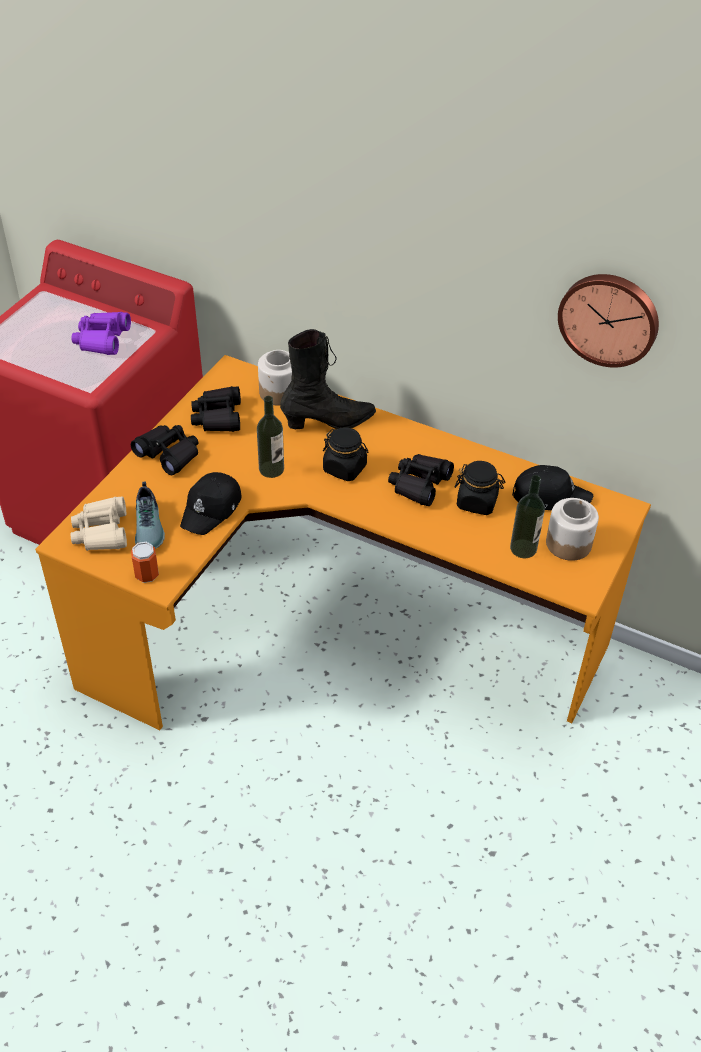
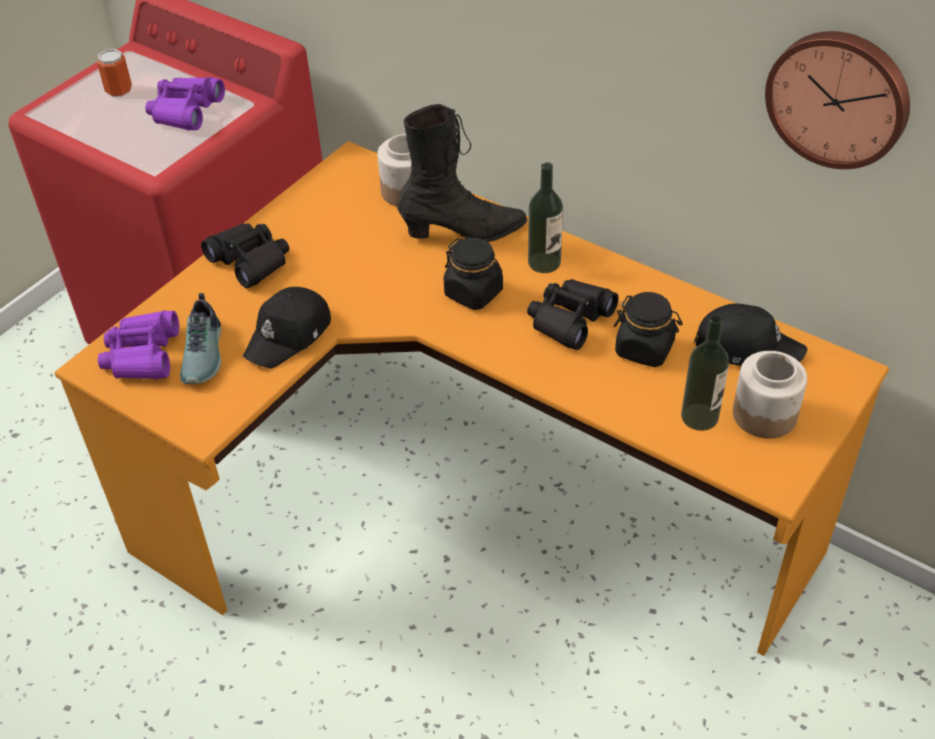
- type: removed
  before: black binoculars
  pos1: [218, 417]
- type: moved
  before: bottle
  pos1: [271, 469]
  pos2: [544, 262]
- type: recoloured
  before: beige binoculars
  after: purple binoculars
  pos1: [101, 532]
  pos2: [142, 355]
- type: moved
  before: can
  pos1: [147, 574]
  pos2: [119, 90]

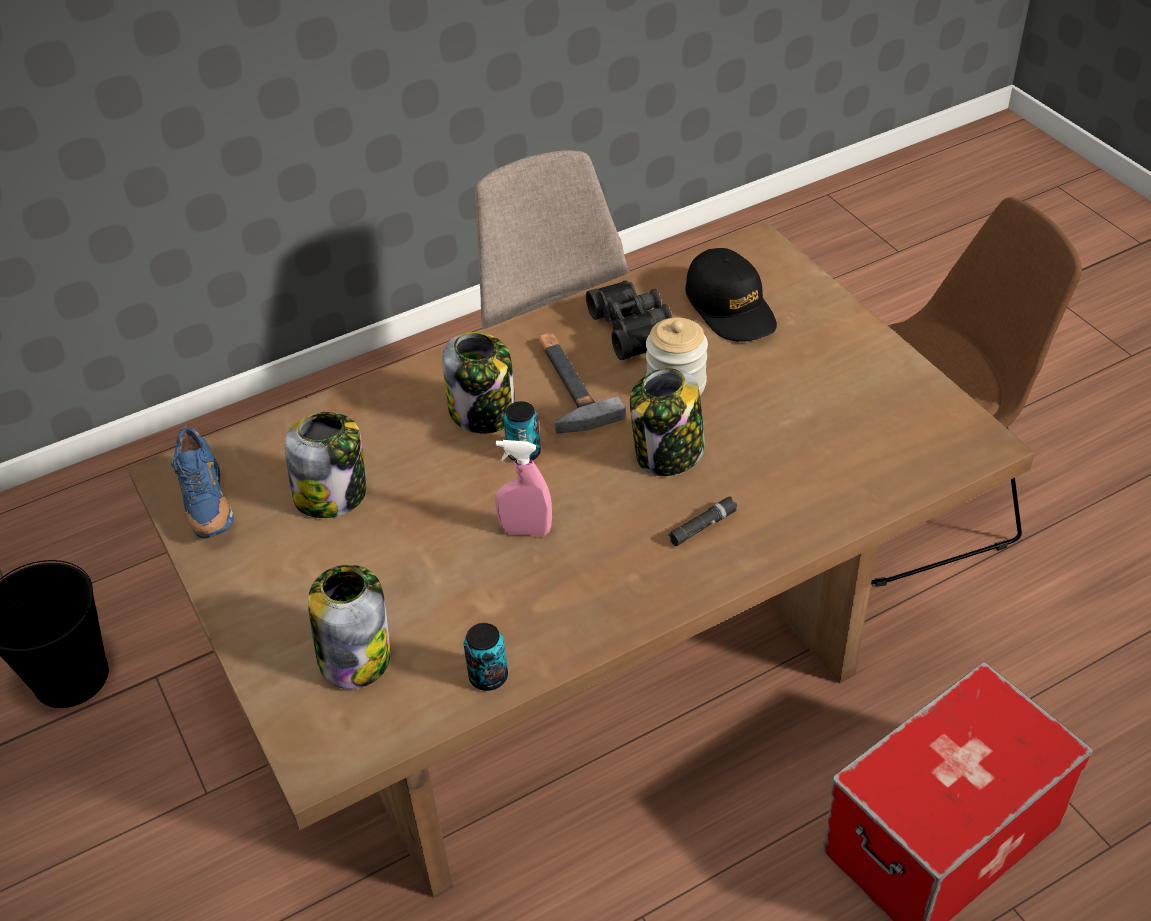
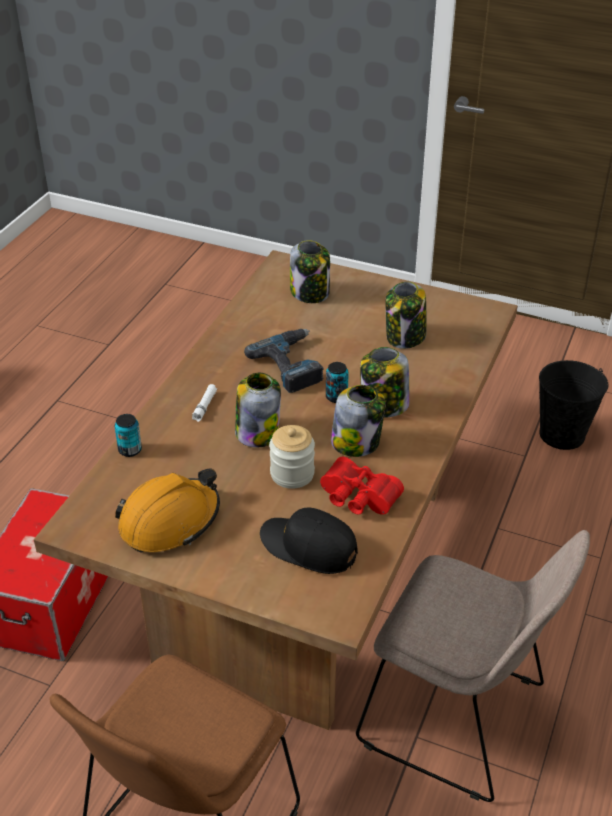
- type: recoloured
  before: black binoculars
  after: red binoculars
  pos1: [633, 328]
  pos2: [357, 498]
- type: replaced
  before: hammer
  after: jar
  pos1: [566, 385]
  pos2: [356, 442]
- type: removed
  before: blue shoe
  pos1: [208, 507]
- type: replaced
  before: pink spray bottle
  after: power drill
  pos1: [526, 531]
  pos2: [292, 365]
- type: recoloured
  before: black flashlight
  after: white flashlight
  pos1: [703, 526]
  pos2: [205, 406]
- type: moved
  before: can
  pos1: [488, 677]
  pos2: [130, 450]
- type: added
  after: orange hard hat
  pos2: [170, 521]

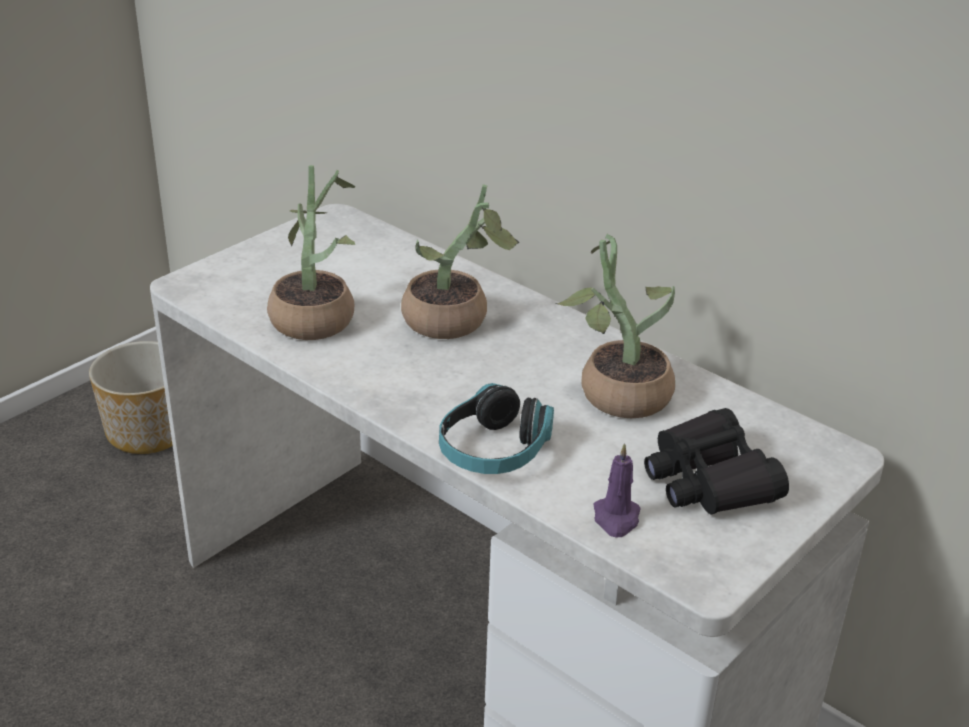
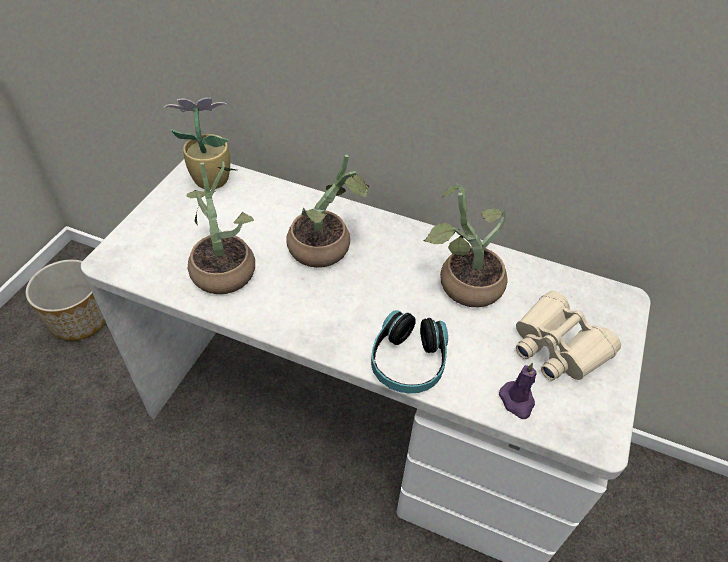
- type: recoloured
  before: black binoculars
  after: beige binoculars
  pos1: [709, 480]
  pos2: [557, 346]
- type: added
  after: potted plant
  pos2: [209, 179]

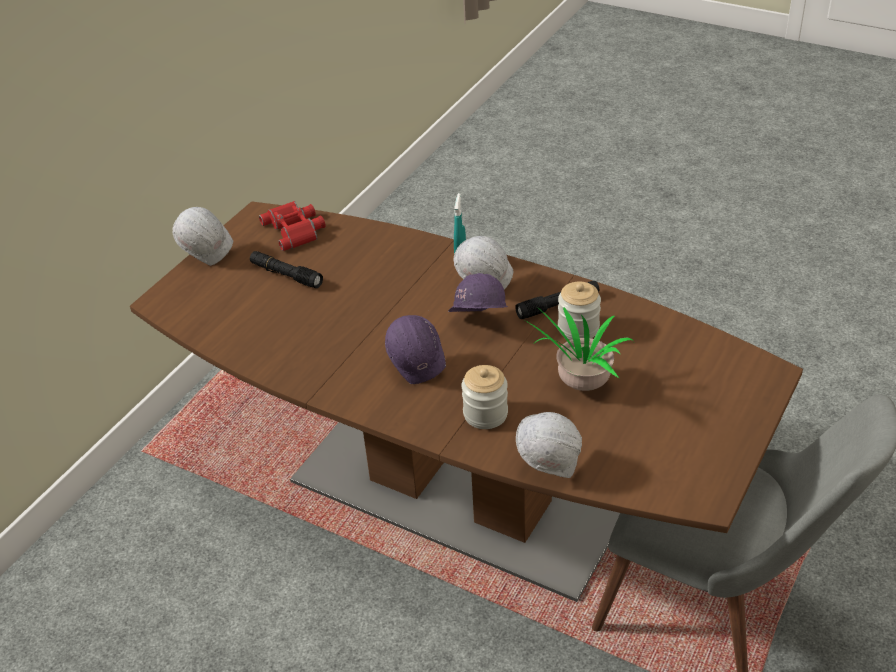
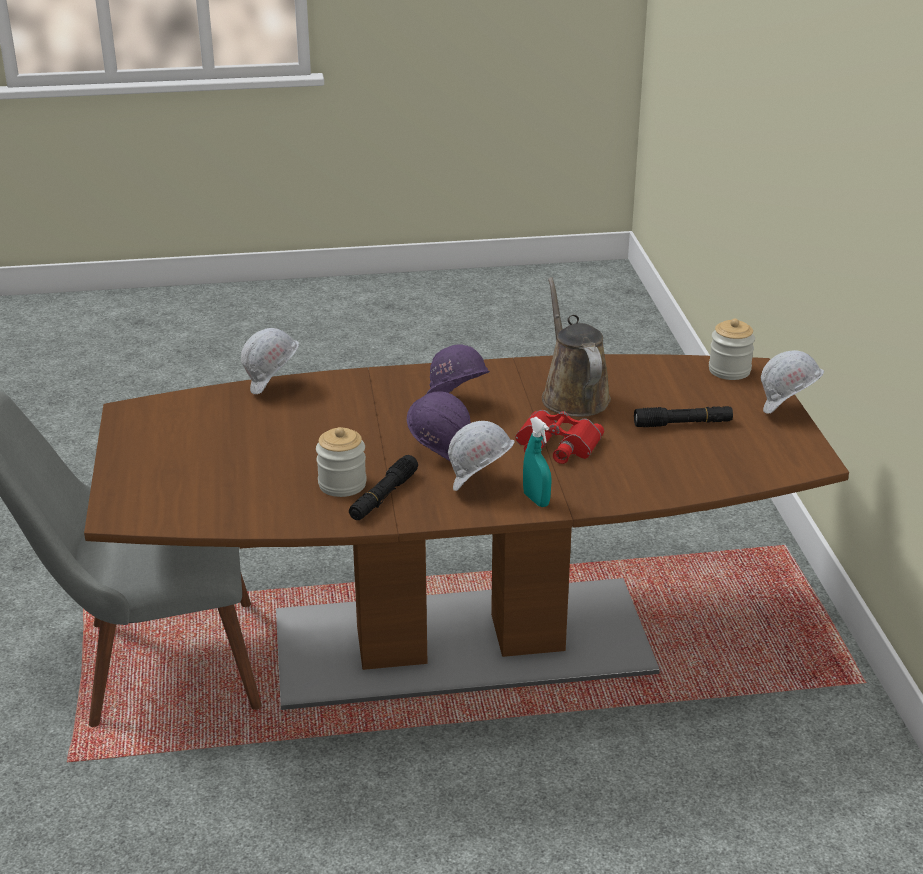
- type: moved
  before: red binoculars
  pos1: [296, 229]
  pos2: [556, 445]
- type: removed
  before: potted plant
  pos1: [580, 386]
- type: moved
  before: jar
  pos1: [485, 414]
  pos2: [729, 370]
- type: added
  after: brown watering can
  pos2: [573, 395]

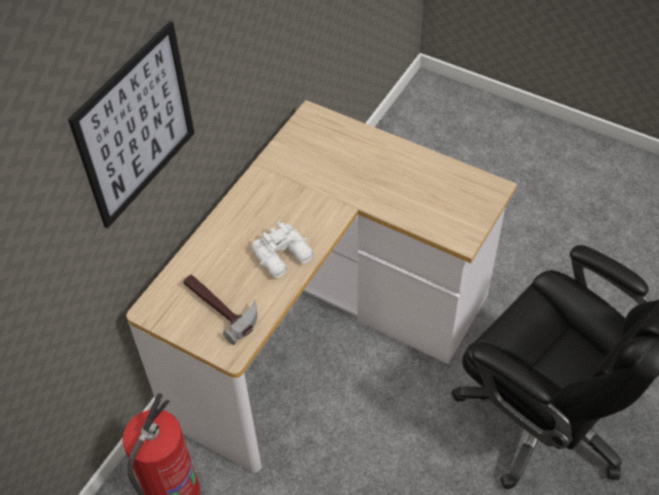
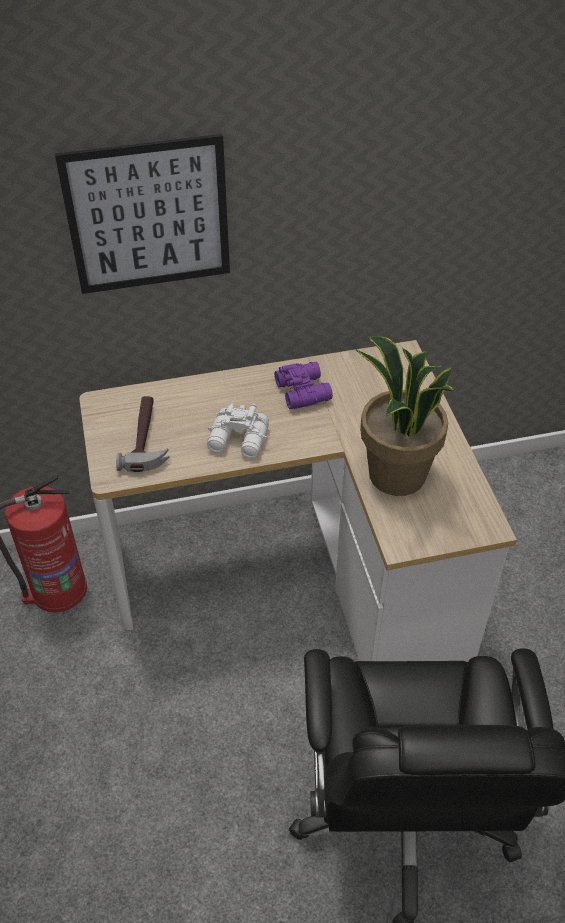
- type: added
  after: potted plant
  pos2: [396, 475]
- type: added
  after: purple binoculars
  pos2: [304, 390]

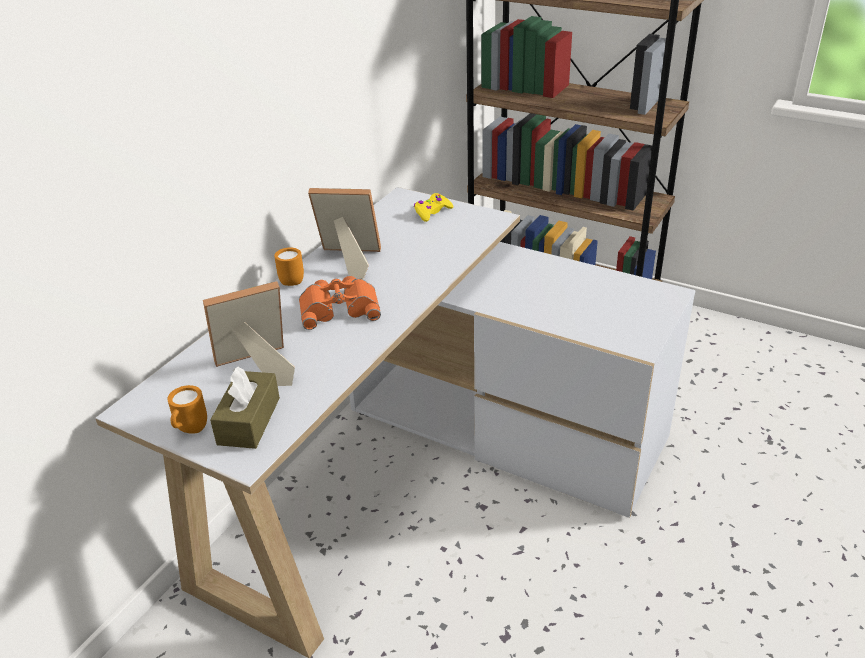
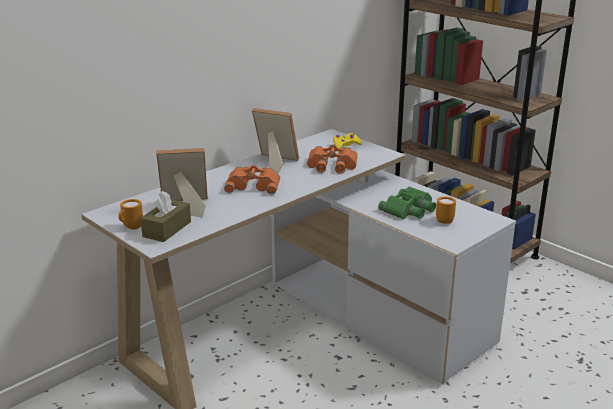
- type: moved
  before: orange mug
  pos1: [292, 280]
  pos2: [444, 220]
- type: added
  after: orange binoculars
  pos2: [331, 165]
- type: added
  after: green binoculars
  pos2: [410, 209]

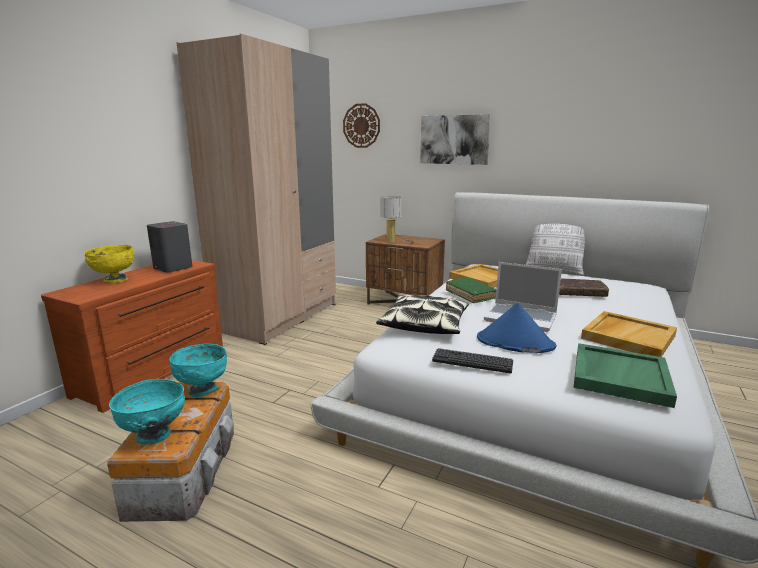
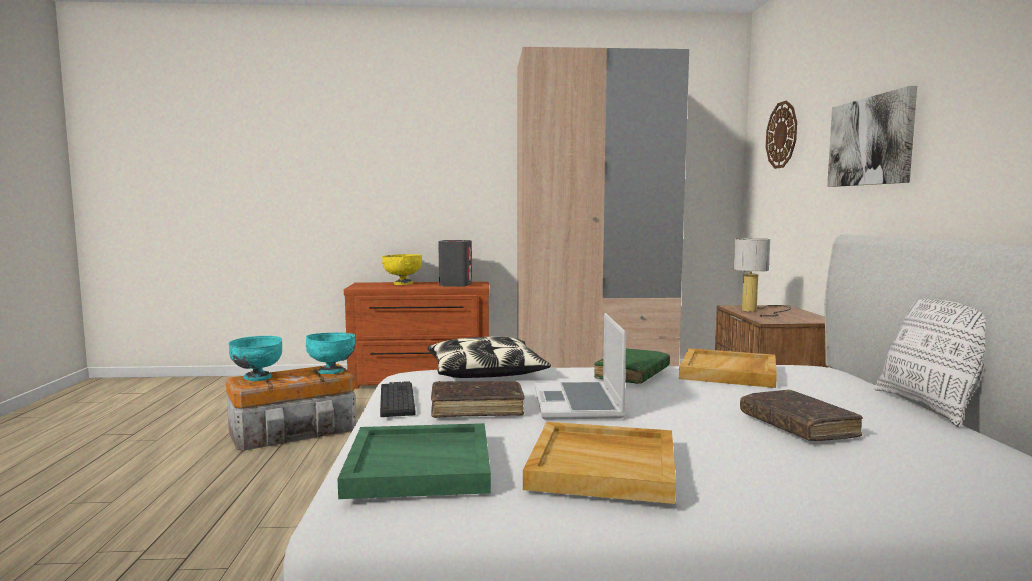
- type: replaced
  before: blue hat
  after: brown book
  pos1: [514, 342]
  pos2: [477, 408]

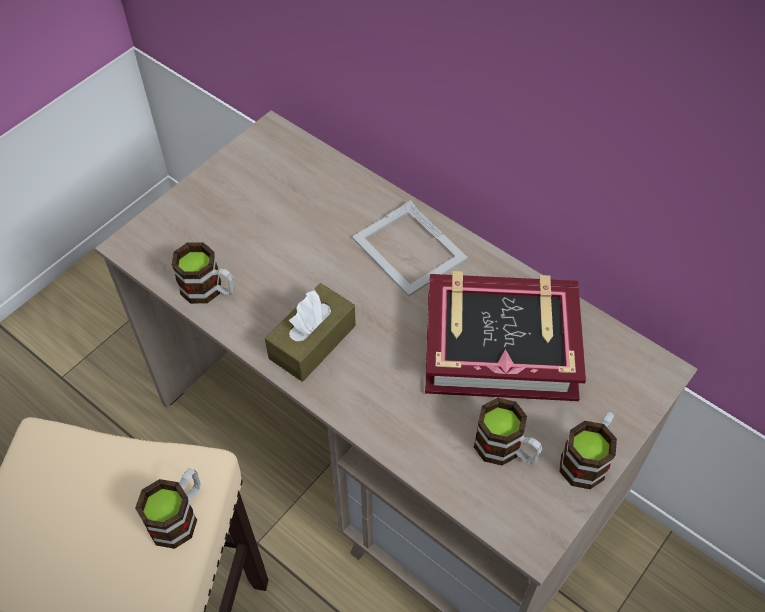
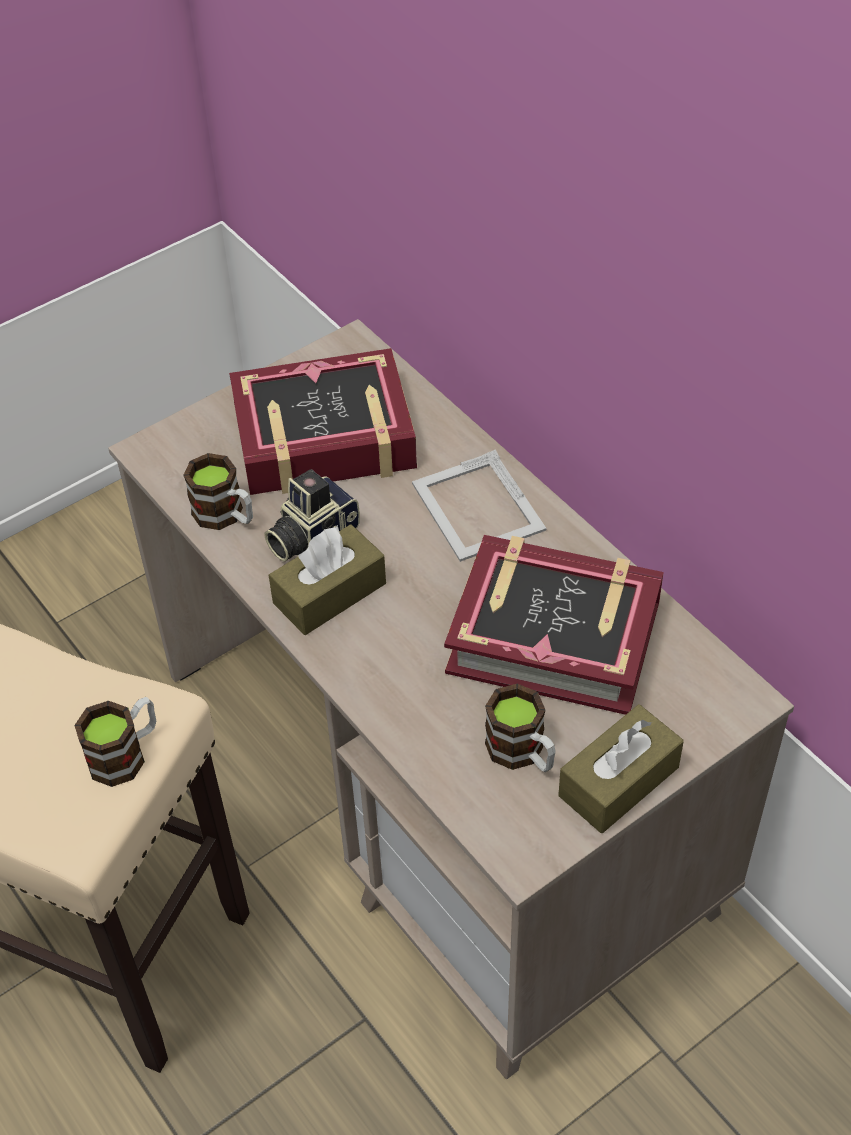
- type: replaced
  before: mug
  after: brown tissue box
  pos1: [587, 458]
  pos2: [618, 781]
- type: added
  after: book
  pos2: [324, 438]
- type: added
  after: photo camera
  pos2: [311, 536]

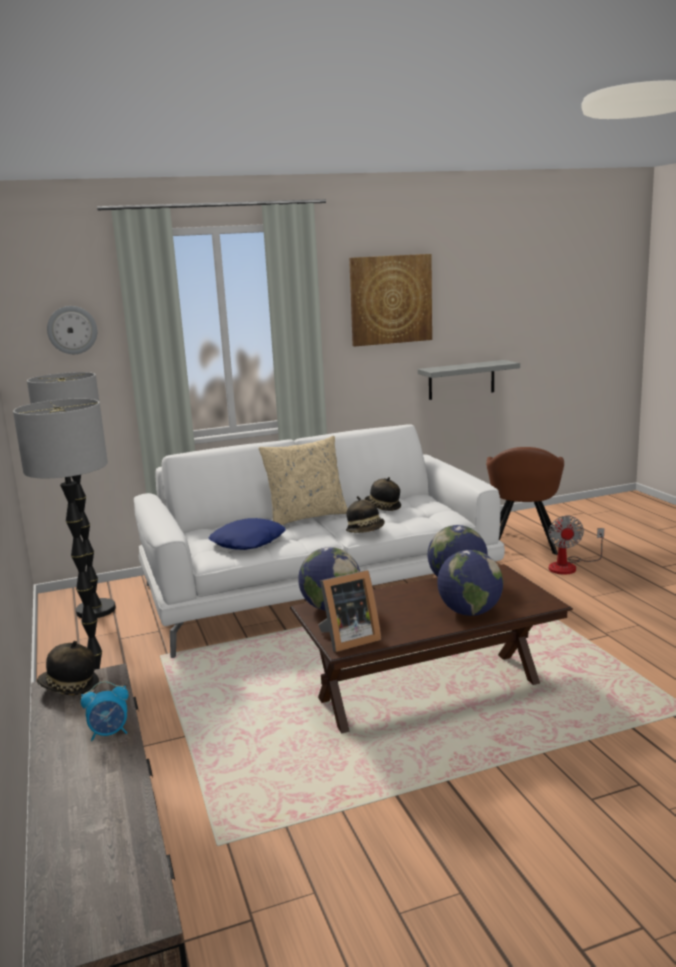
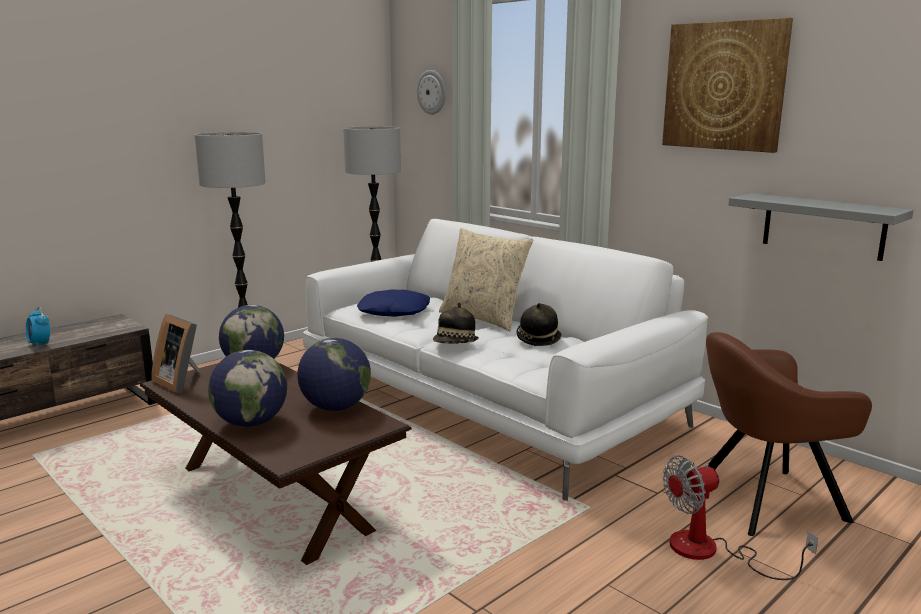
- type: removed
  before: hat
  pos1: [69, 688]

